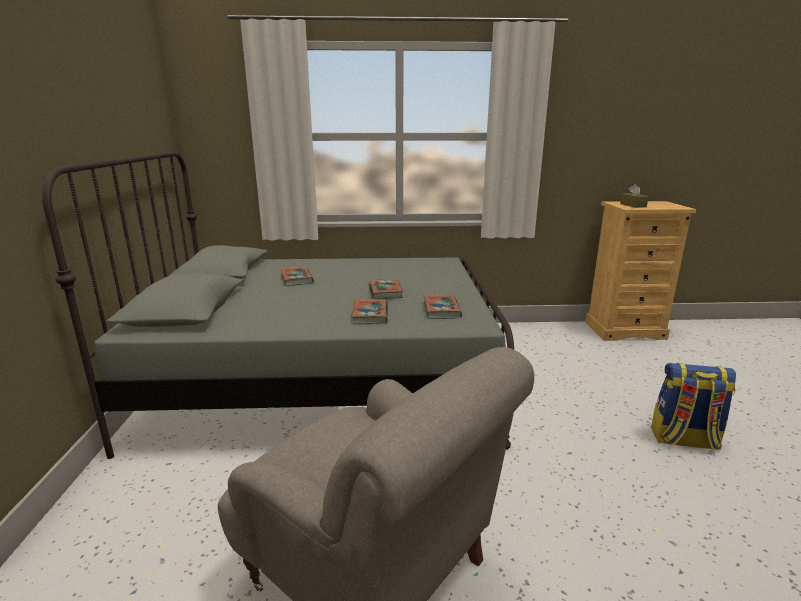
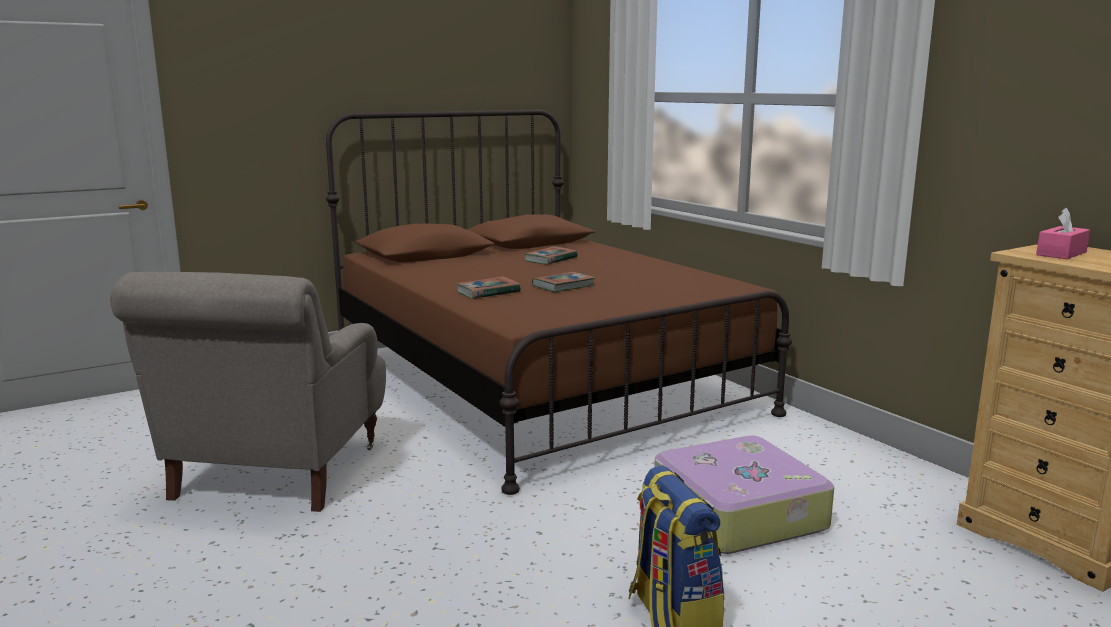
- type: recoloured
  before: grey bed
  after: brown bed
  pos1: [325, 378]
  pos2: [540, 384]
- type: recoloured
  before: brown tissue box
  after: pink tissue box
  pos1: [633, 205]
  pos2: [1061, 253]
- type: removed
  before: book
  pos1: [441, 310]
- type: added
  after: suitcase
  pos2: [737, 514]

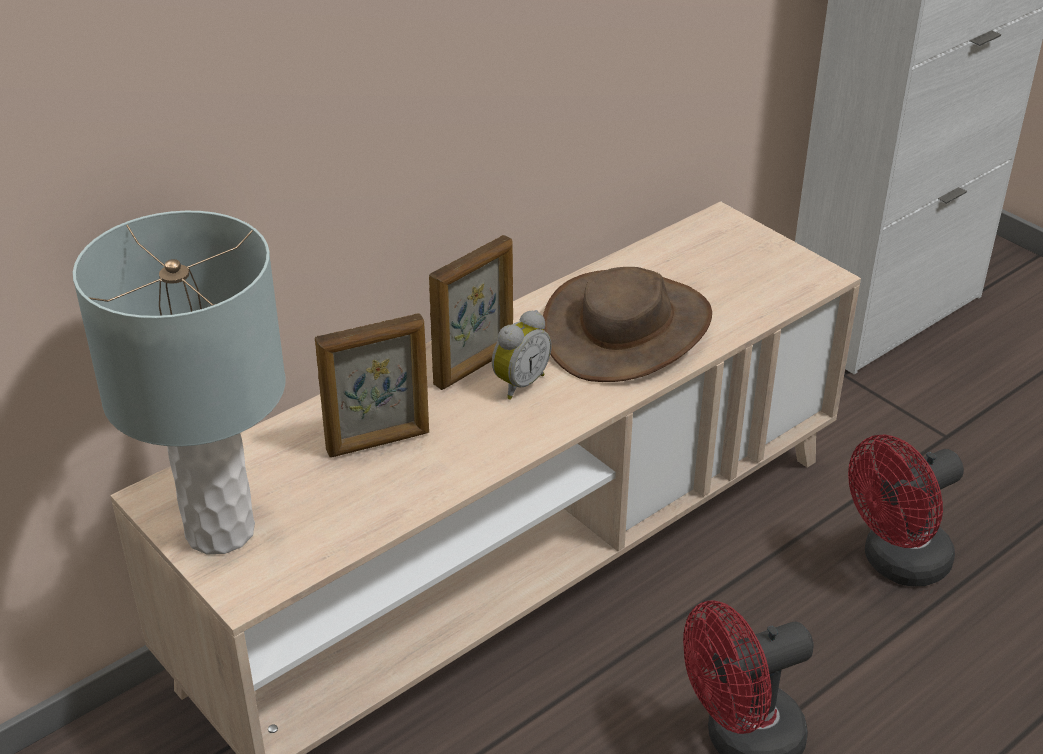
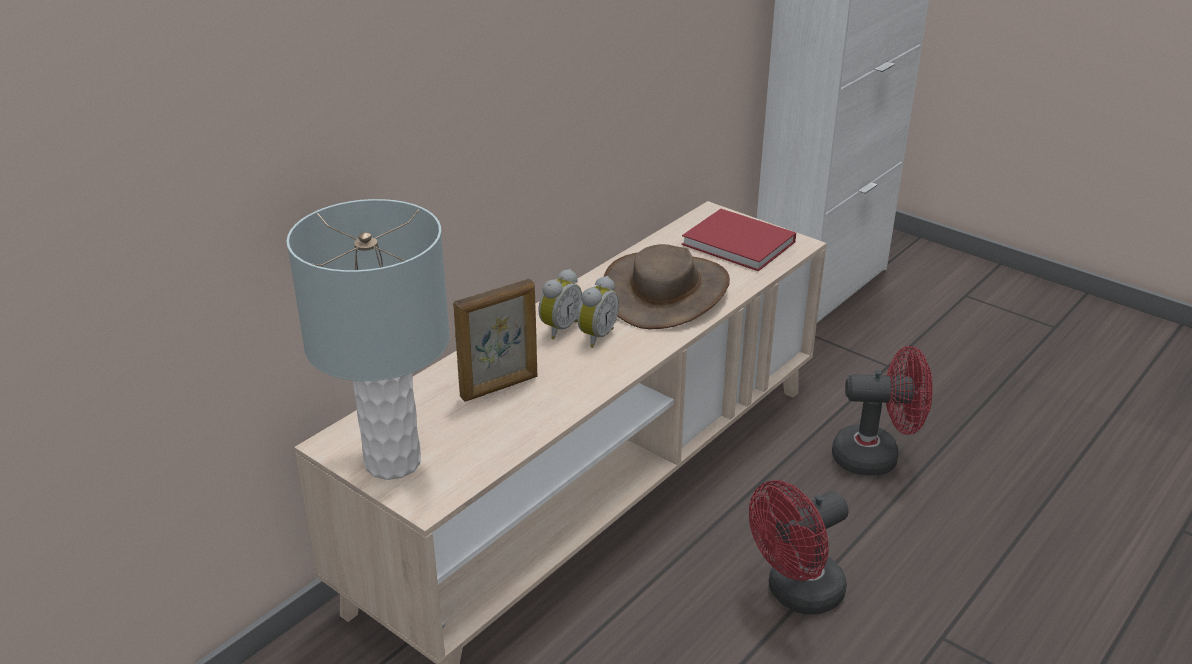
- type: replaced
  before: picture frame
  after: alarm clock
  pos1: [475, 367]
  pos2: [558, 328]
- type: turned
  before: red fan
  pos1: [896, 563]
  pos2: [876, 456]
  turn: -135
- type: added
  after: red book
  pos2: [741, 244]

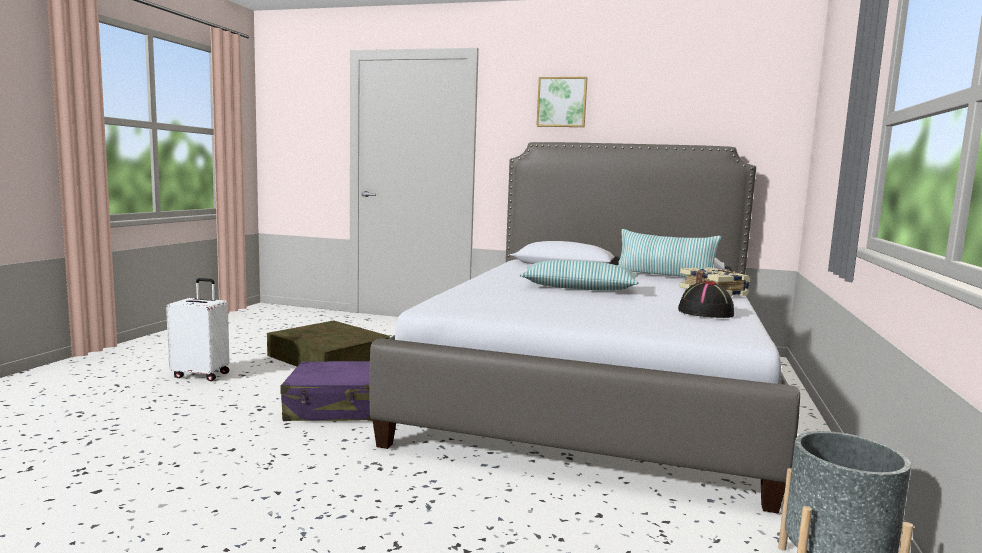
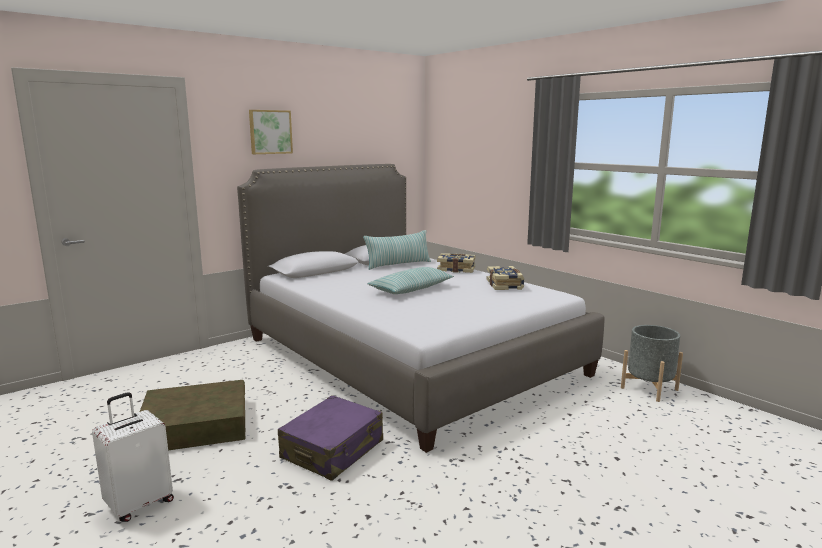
- type: replaced
  before: black hat
  after: book
  pos1: [705, 313]
  pos2: [505, 285]

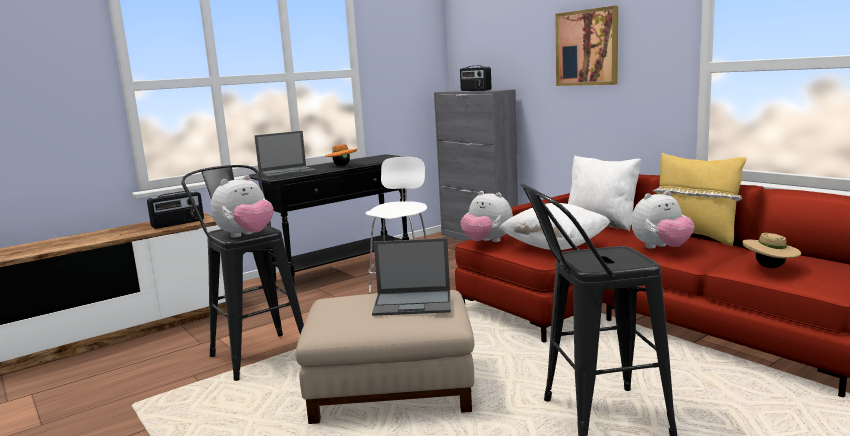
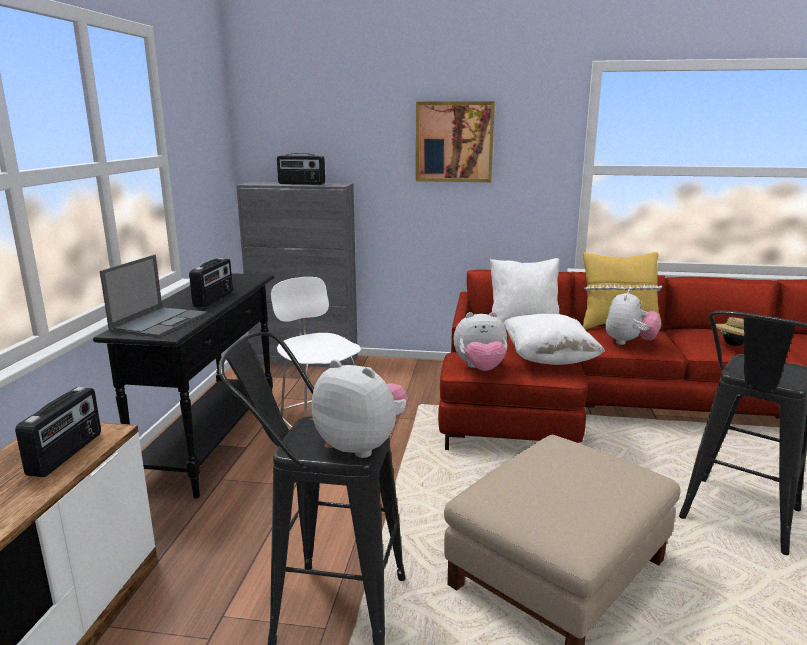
- type: replaced
  before: orange hat
  after: radio
  pos1: [342, 165]
  pos2: [214, 299]
- type: turned
  before: plush toy
  pos1: [246, 236]
  pos2: [362, 445]
  turn: -60
- type: removed
  before: laptop
  pos1: [413, 303]

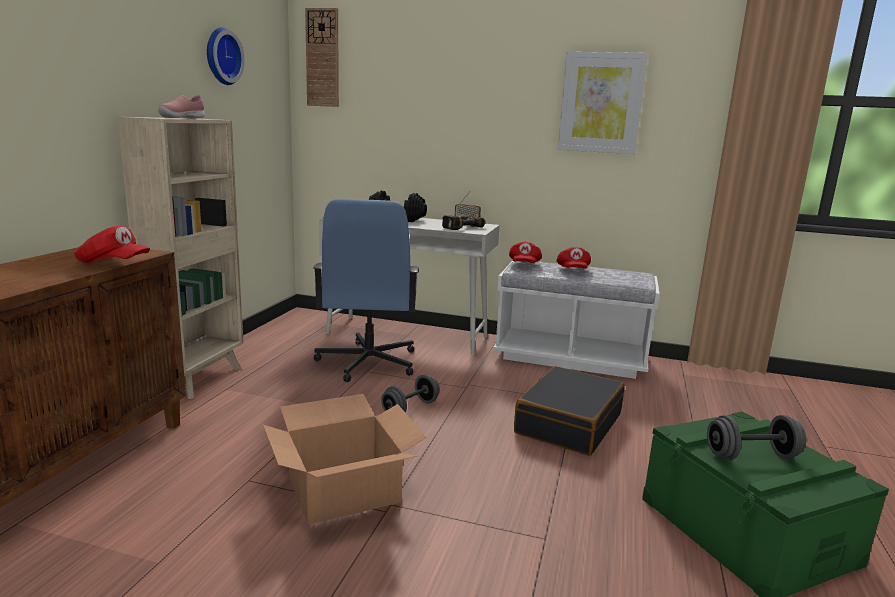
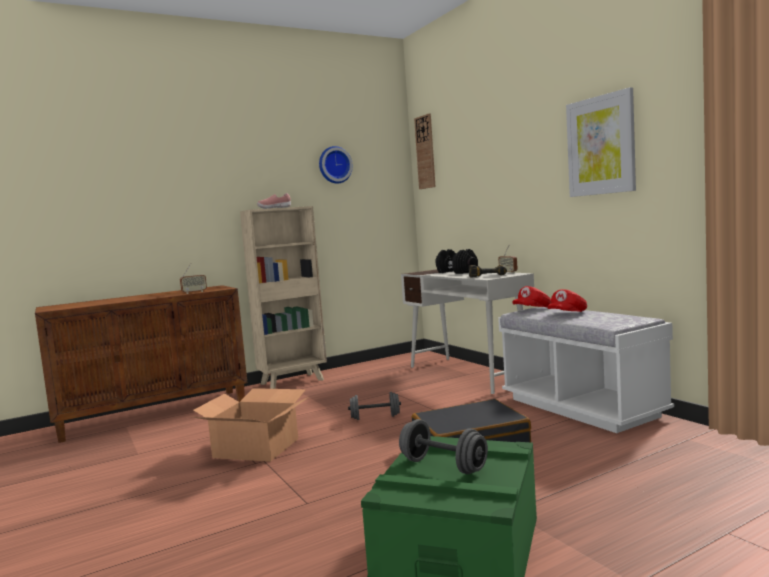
- type: removed
  before: blue office chair
  pos1: [367, 362]
- type: replaced
  before: red cap
  after: radio
  pos1: [113, 264]
  pos2: [194, 292]

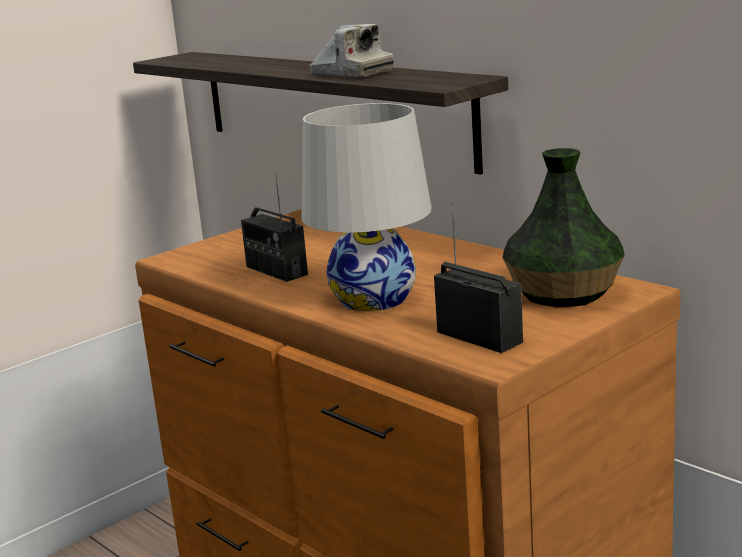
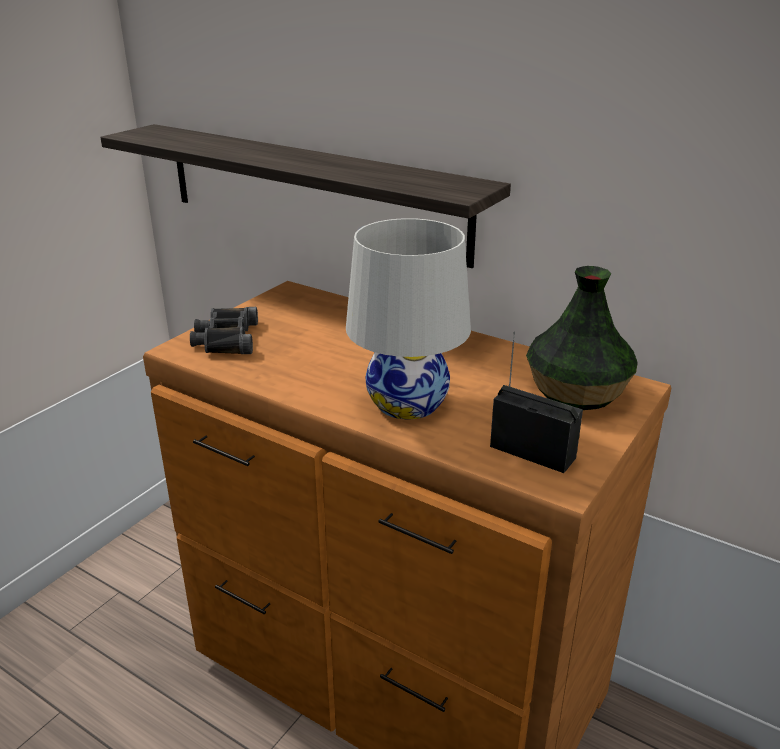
- type: removed
  before: photo camera
  pos1: [351, 73]
- type: removed
  before: radio
  pos1: [276, 271]
- type: added
  after: black binoculars
  pos2: [226, 339]

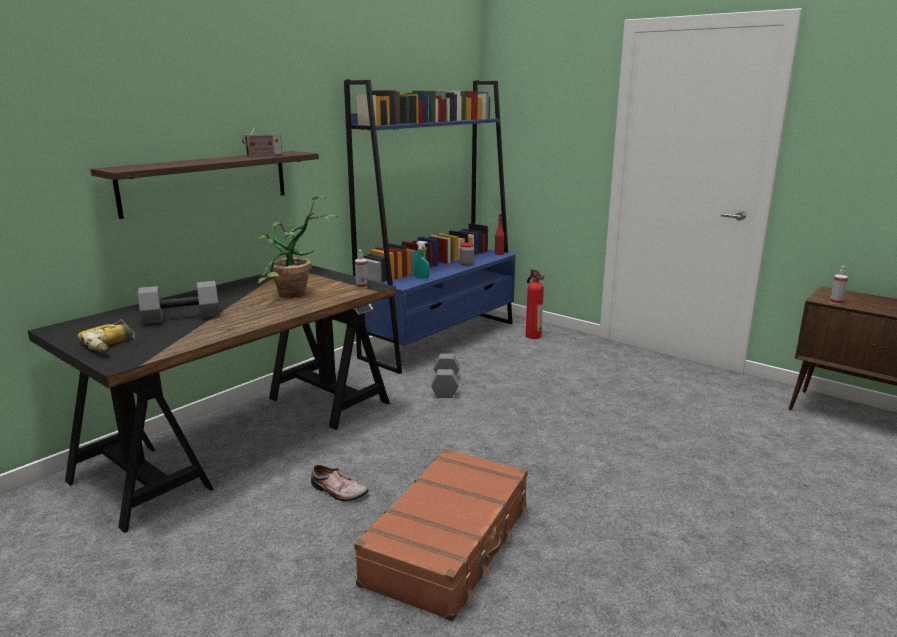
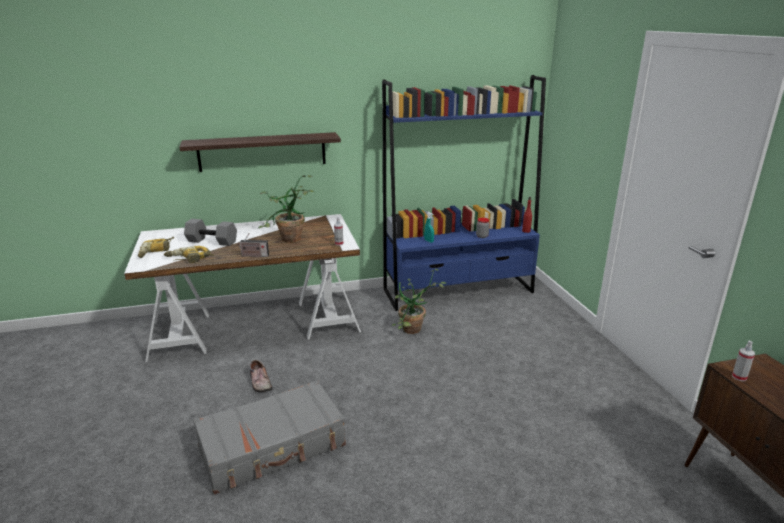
- type: moved
  before: radio
  pos1: [263, 155]
  pos2: [253, 255]
- type: recoloured
  before: black desk
  after: white desk
  pos1: [244, 437]
  pos2: [256, 325]
- type: removed
  before: fire extinguisher
  pos1: [532, 335]
- type: replaced
  before: grey dumbbell
  after: potted plant
  pos1: [446, 386]
  pos2: [414, 331]
- type: recoloured
  before: brown suitcase
  after: grey suitcase
  pos1: [450, 544]
  pos2: [273, 447]
- type: added
  after: power drill
  pos2: [189, 259]

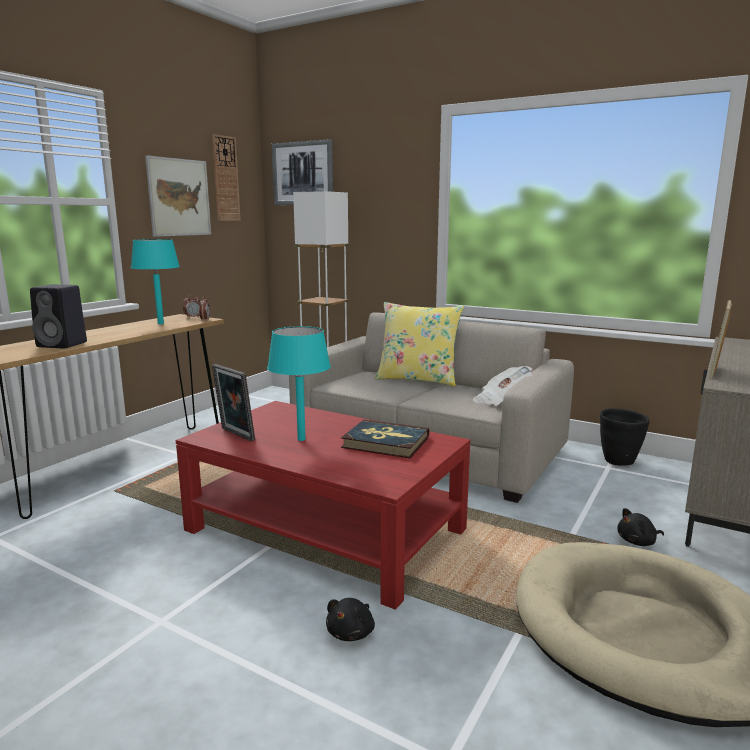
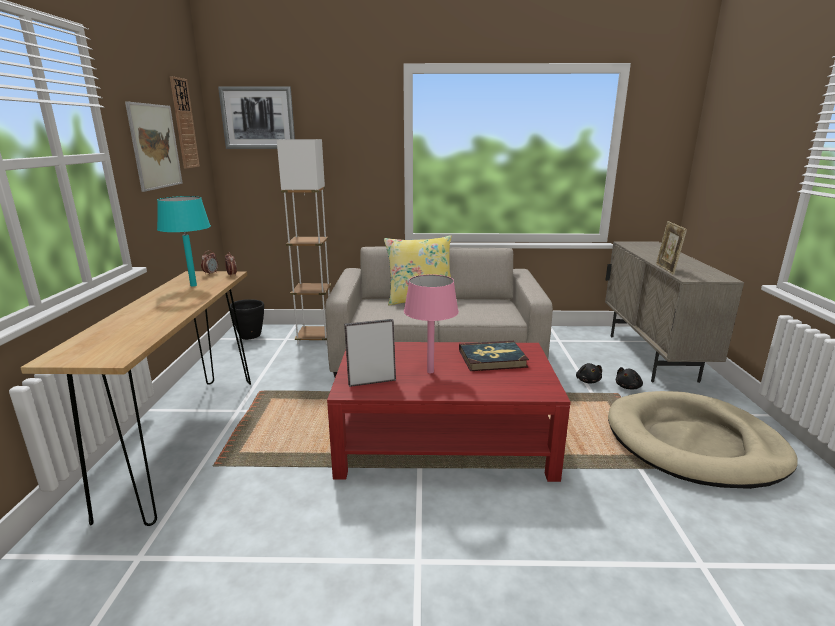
- type: removed
  before: black speaker
  pos1: [63, 345]
- type: recoloured
  before: turquoise table lamp
  after: pink table lamp
  pos1: [301, 439]
  pos2: [430, 371]
- type: turned
  before: picture frame
  pos1: [235, 435]
  pos2: [371, 381]
  turn: 150
- type: removed
  before: newspaper
  pos1: [502, 400]
- type: moved
  before: black planter
  pos1: [619, 461]
  pos2: [251, 336]
- type: moved
  before: black plush toy
  pos1: [352, 632]
  pos2: [588, 381]

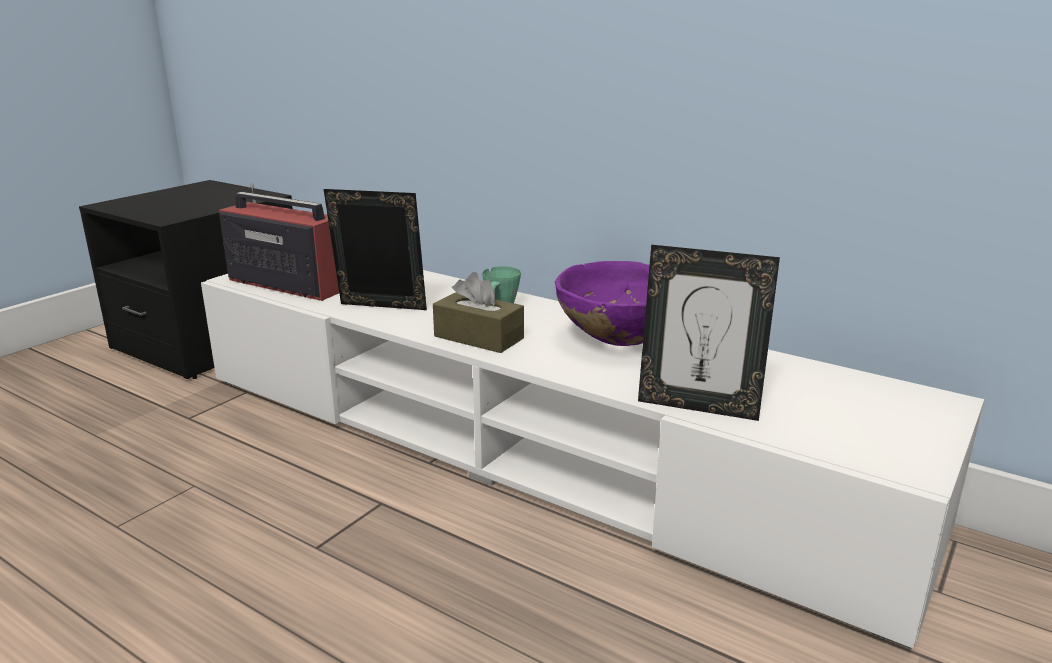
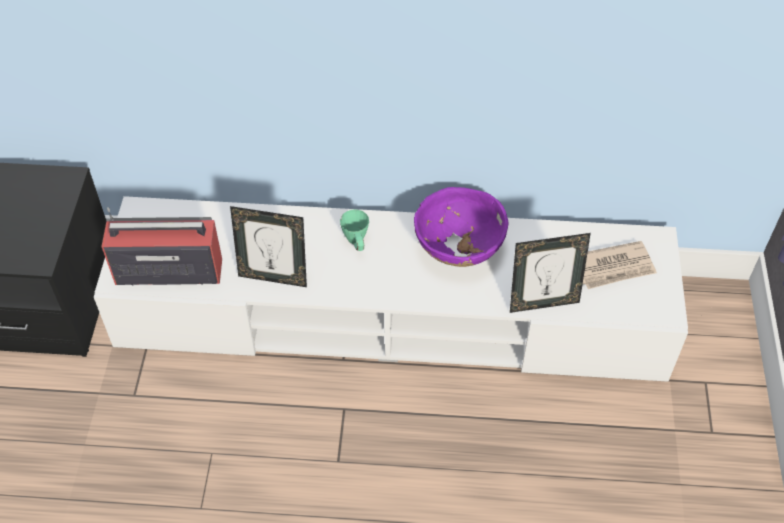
- type: turned
  before: picture frame
  pos1: [380, 309]
  pos2: [273, 277]
  turn: -150
- type: removed
  before: brown tissue box
  pos1: [478, 337]
- type: added
  after: newspaper
  pos2: [614, 267]

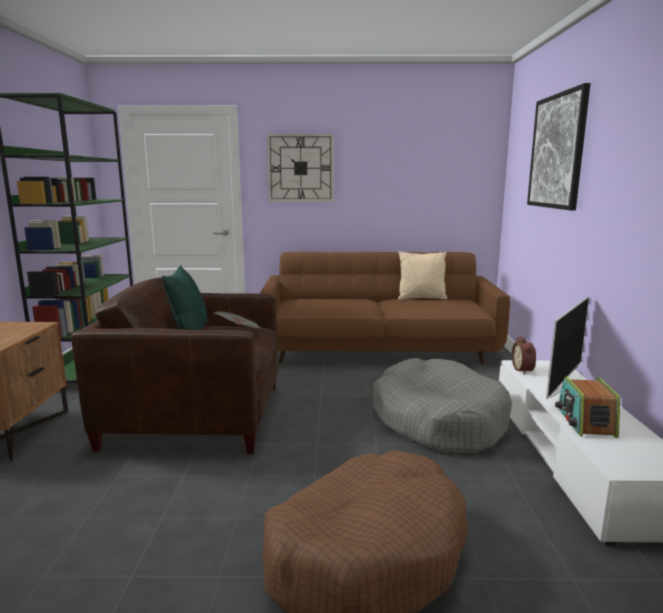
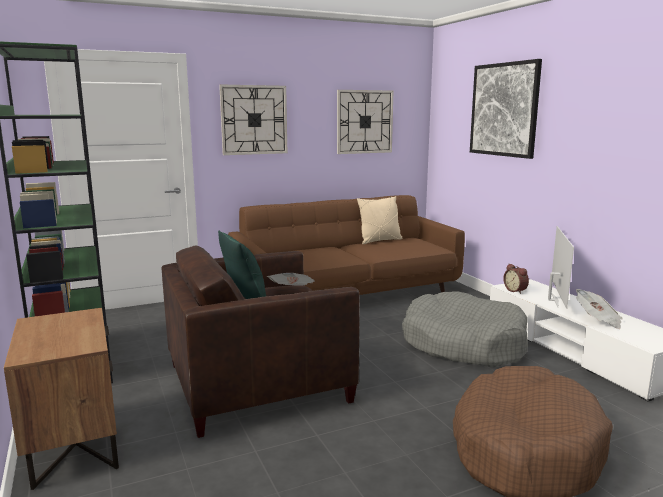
- type: replaced
  before: radio
  after: newspaper
  pos1: [585, 422]
  pos2: [598, 321]
- type: added
  after: wall clock
  pos2: [364, 122]

